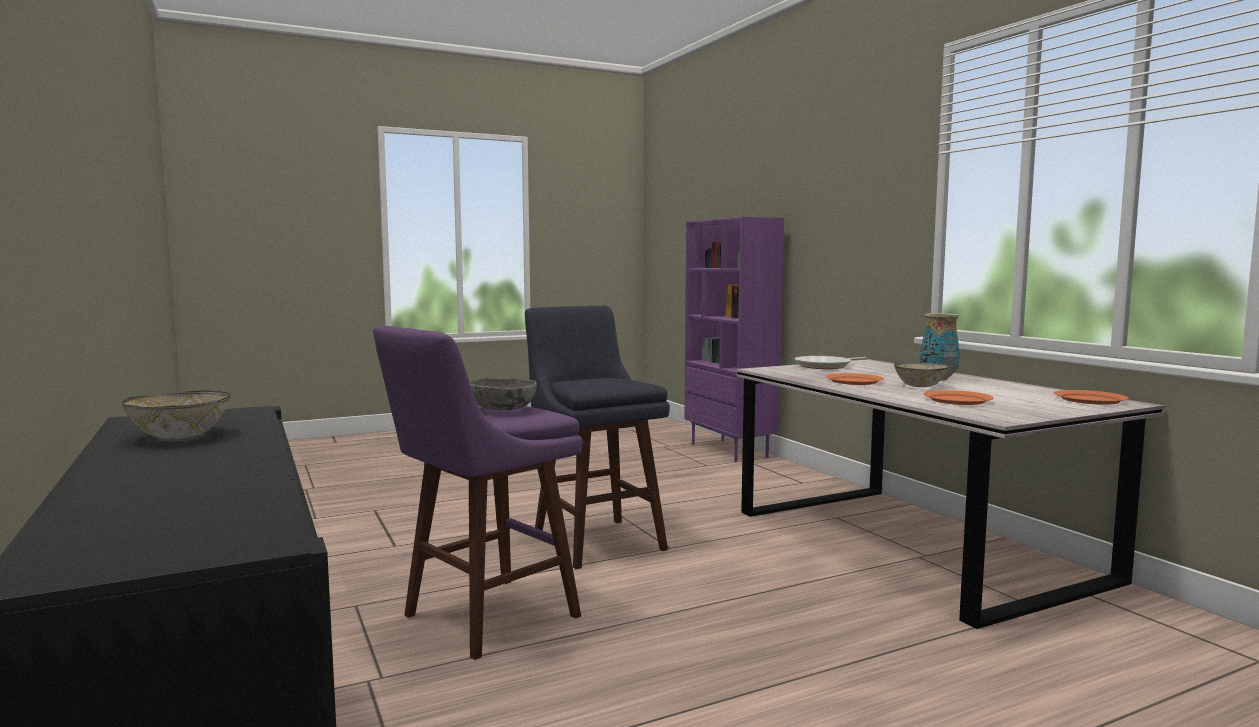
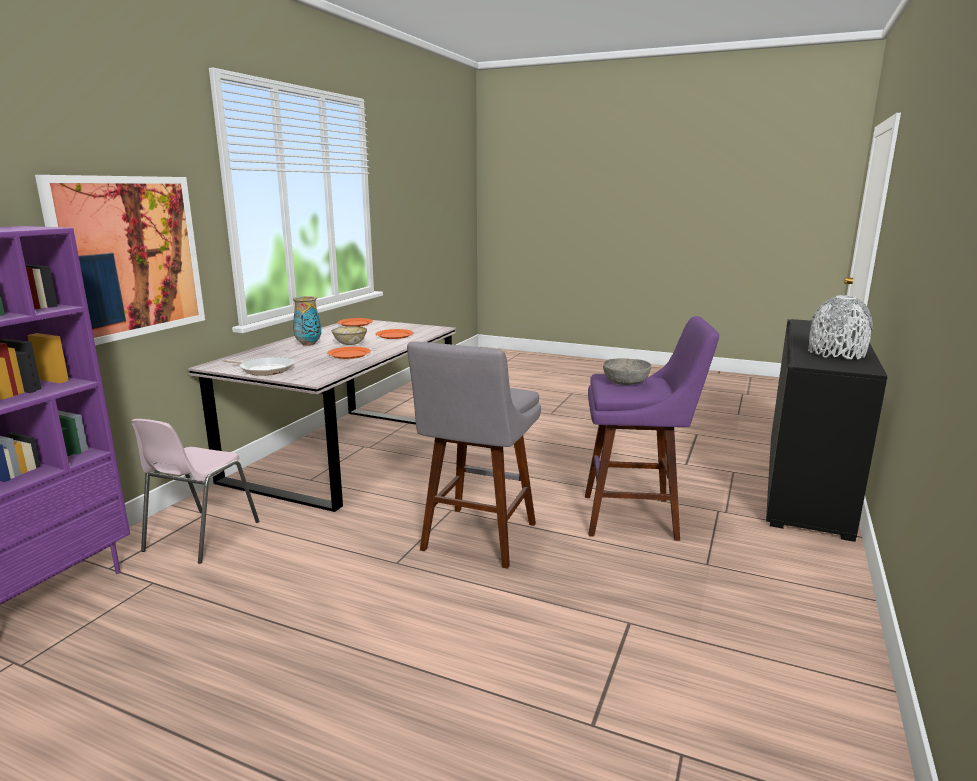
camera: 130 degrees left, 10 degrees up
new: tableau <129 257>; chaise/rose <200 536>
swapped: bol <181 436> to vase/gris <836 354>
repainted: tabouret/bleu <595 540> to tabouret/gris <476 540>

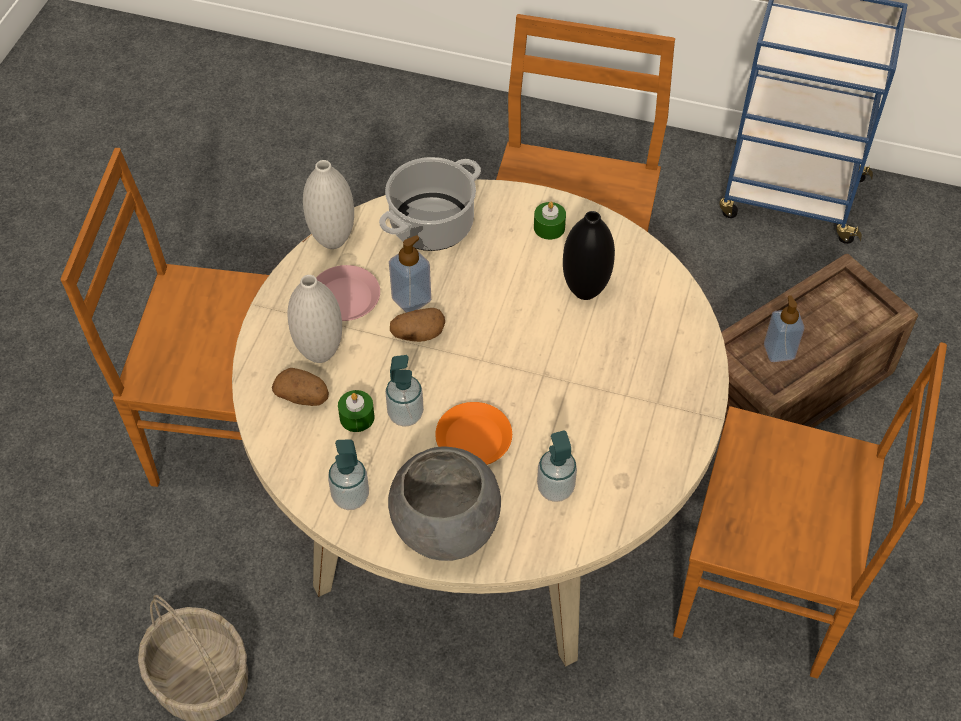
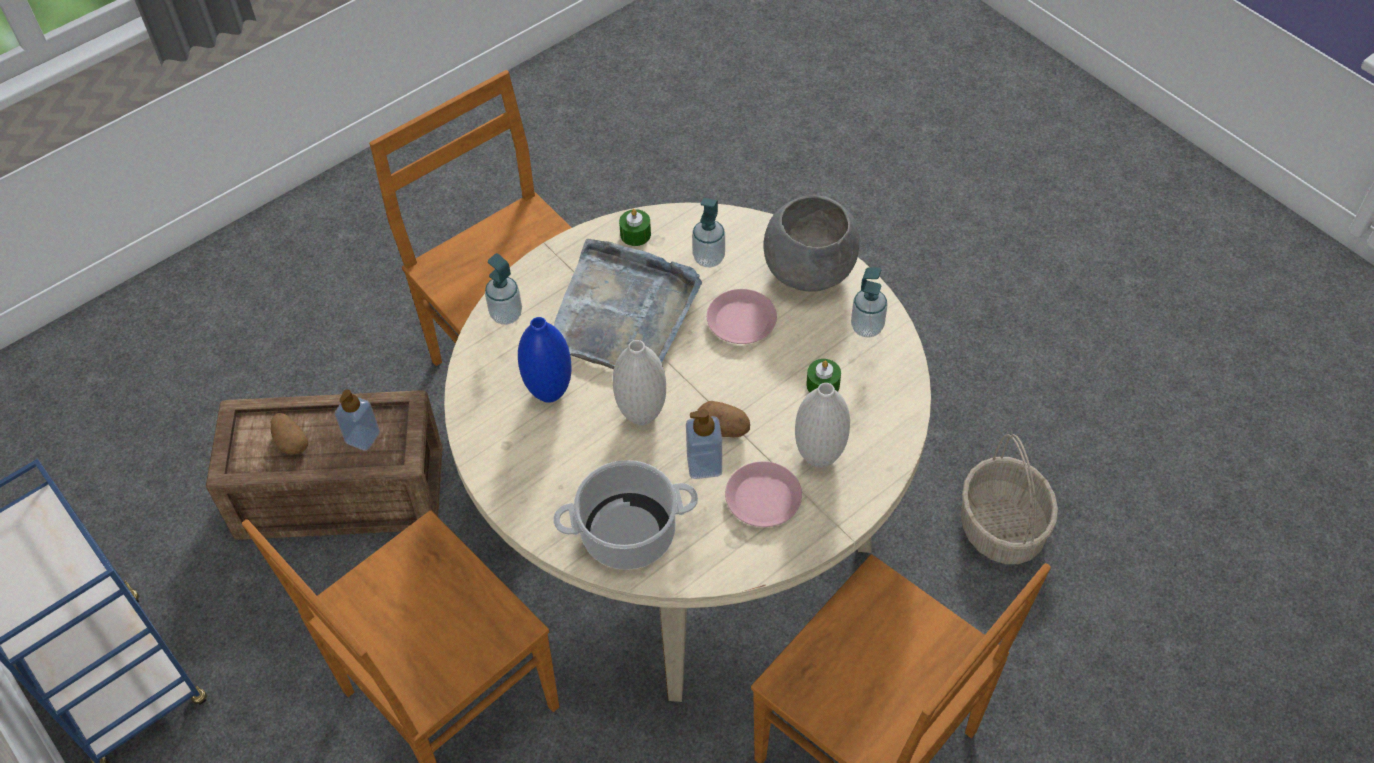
camera: 145 degrees left, 0 degrees up
new: plateau/gris <623 313>
shifted: pomme de terre <303 397> to <290 441>; distributeur de savon <405 414> to <506 314>; vase/blanc <333 240> to <642 415>; bougie/vert <549 227> to <635 234>
repainted: vase/noir <585 290> to vase/bleu <549 392>; assiette/orange <473 439> to assiette/rose <741 322>

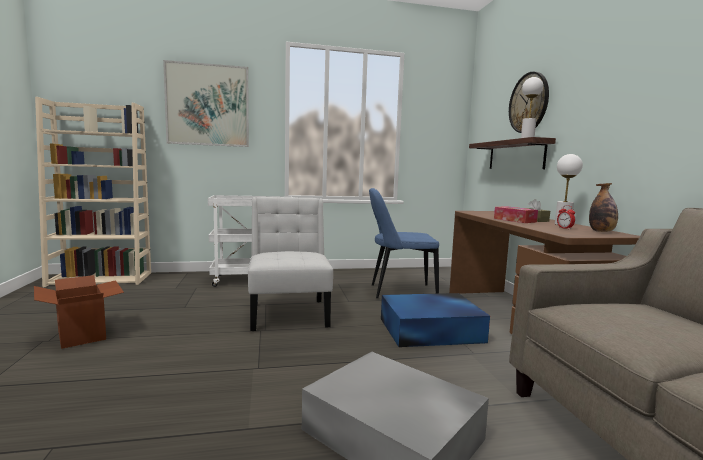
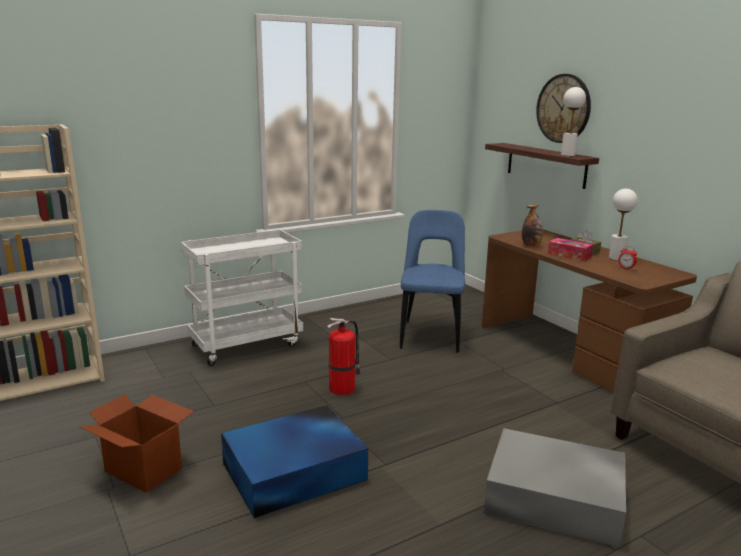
camera: 20 degrees left, 10 degrees up
gone: tableau <208 105>
shifted: boîte de rangement/bleu <432 330> to <296 471>; bouteille <601 231> to <531 245>
swapped: chaise/blanc <289 312> to extincteur <343 388>
rotated: chaise/bleu <399 292> = <431 335> 120 degrees clockwise

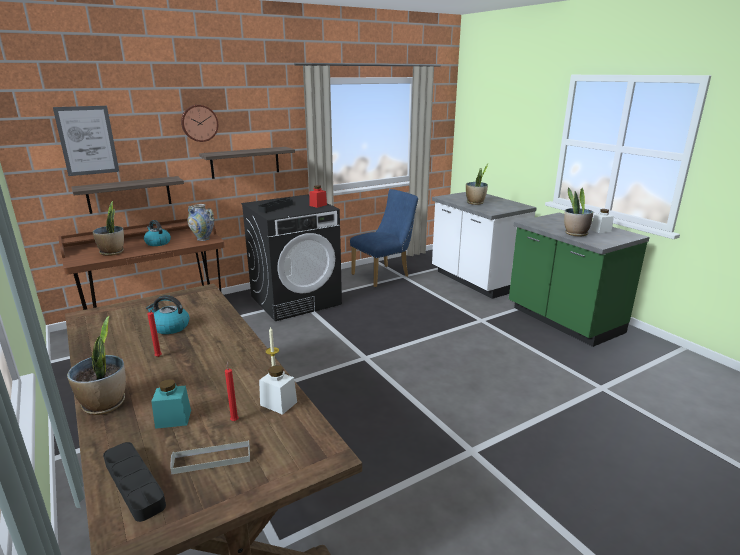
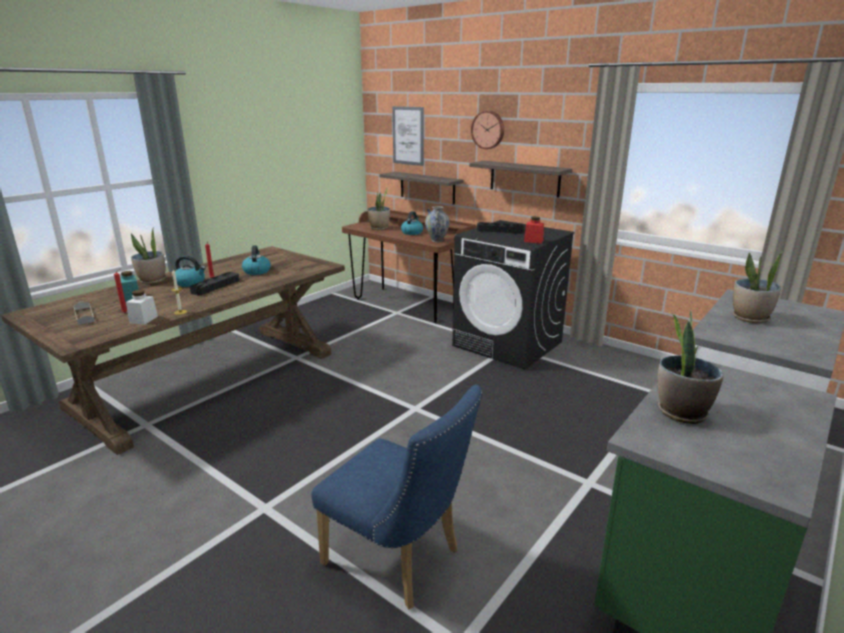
camera: 70 degrees right, 0 degrees up
gone: bocal/blanc <600 230>
new: bouilloire <190 283>
shifted: plateau/noir <134 484> to <215 286>; chaise/bleu <384 275> to <400 561>

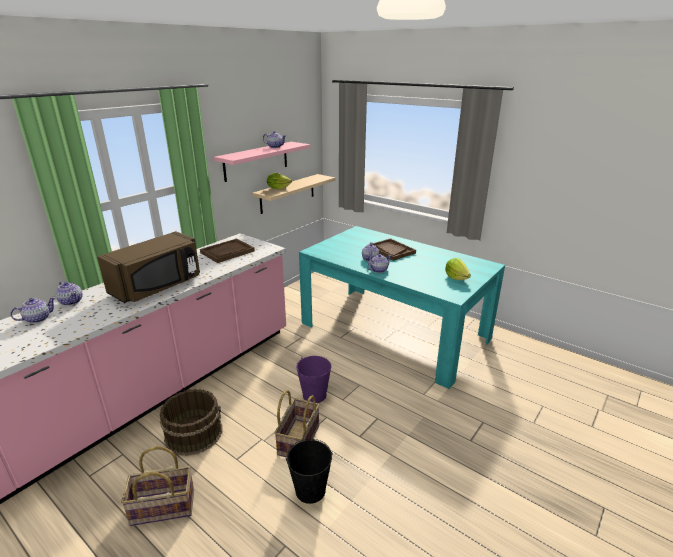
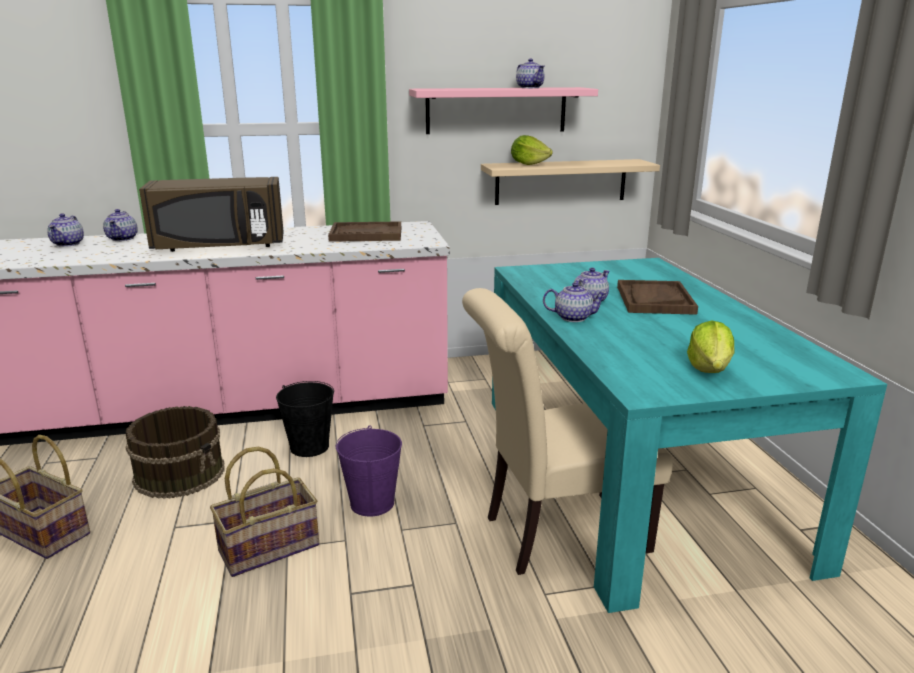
camera: 40 degrees right, 5 degrees down
new: chaise/beige <556 534>
shifted: seau/noir <310 490> to <309 447>
rotated: théière <37 319> = <68 244> 90 degrees clockwise

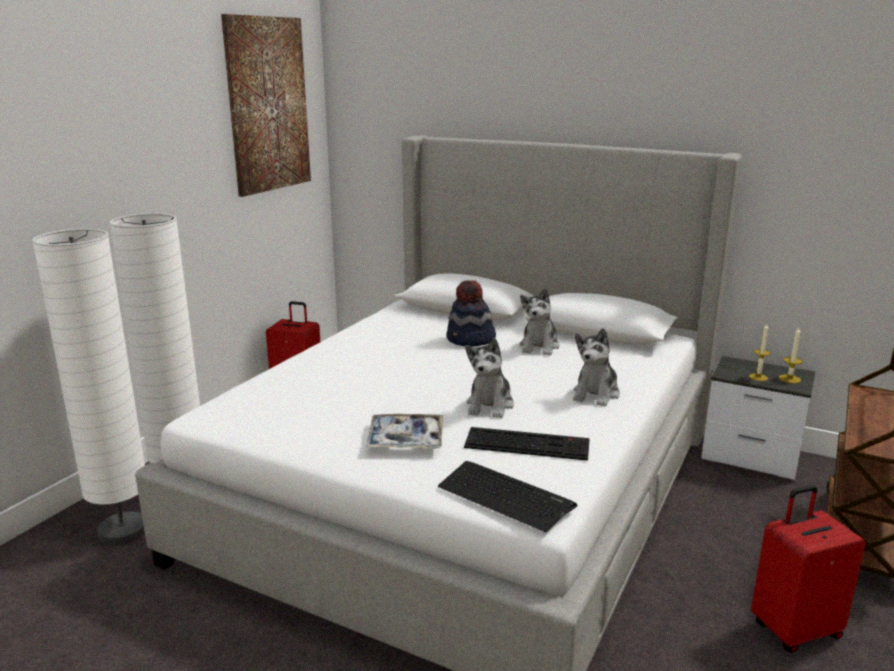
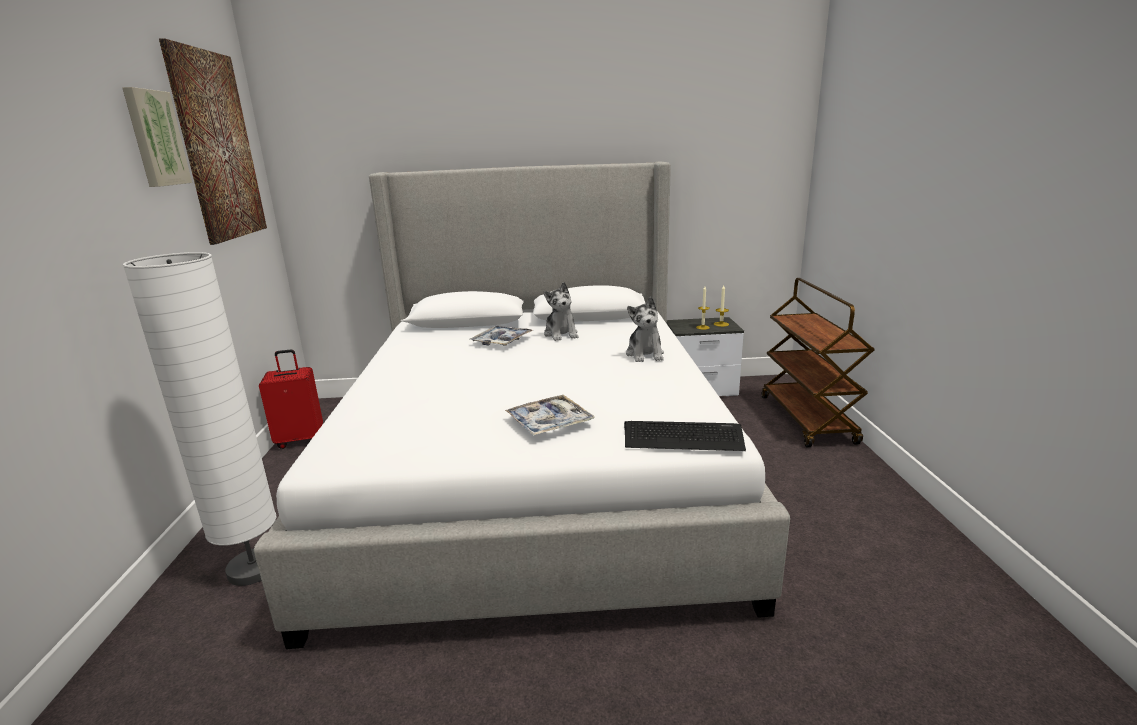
camera: 30 degrees left, 0 degrees up
gone: lampadaire/blanc <123 531>; clavier <528 444>; peluche <490 405>; valise/rouge <794 629>
new: tableau <155 138>
swapped: chapeau <470 340> to plateau <501 341>

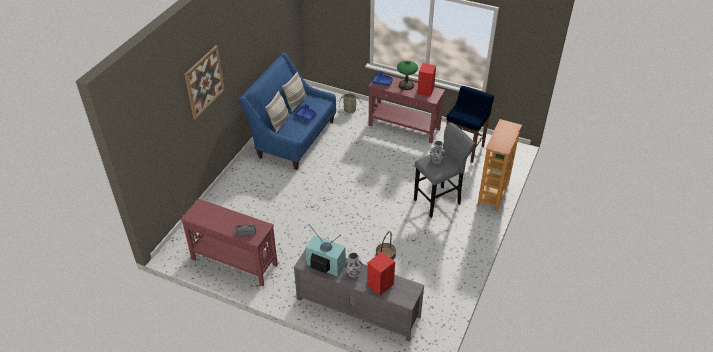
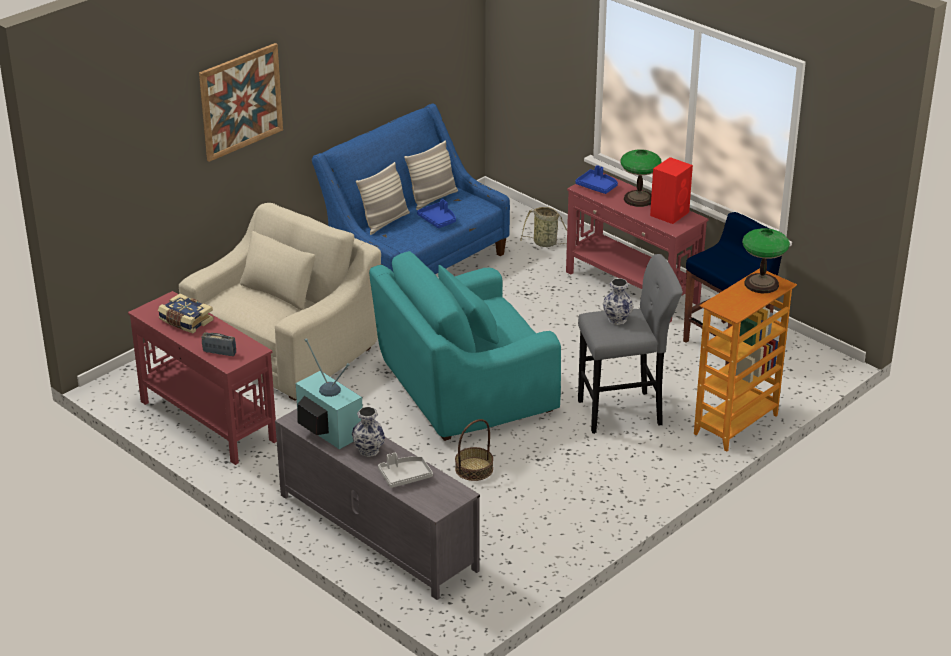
camera: 20 degrees right, 10 degrees down
new: livre <185 321>; fauteuil/beige <285 348>; fauteuil/turquoise <463 389>; lampe de table <761 284>
swapped: enceinte/rouge <381 284> to plateau/gris <405 476>

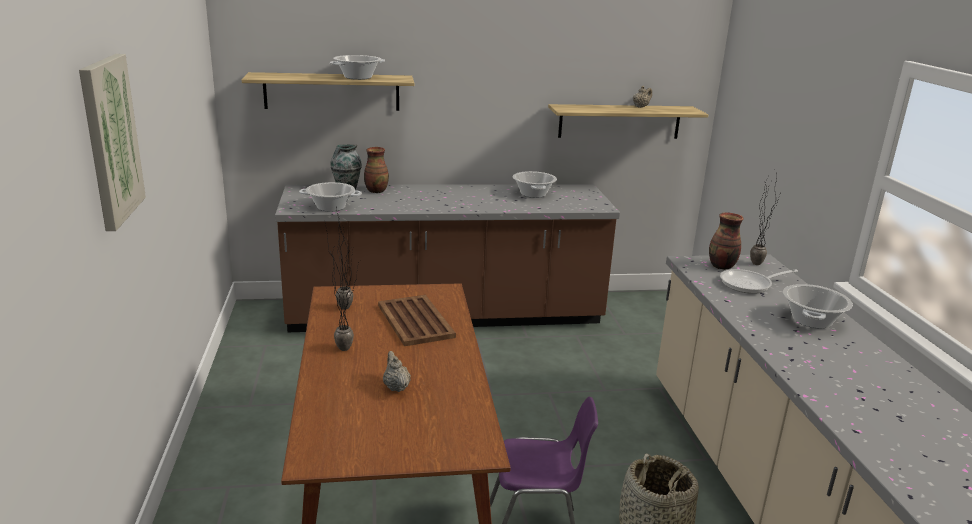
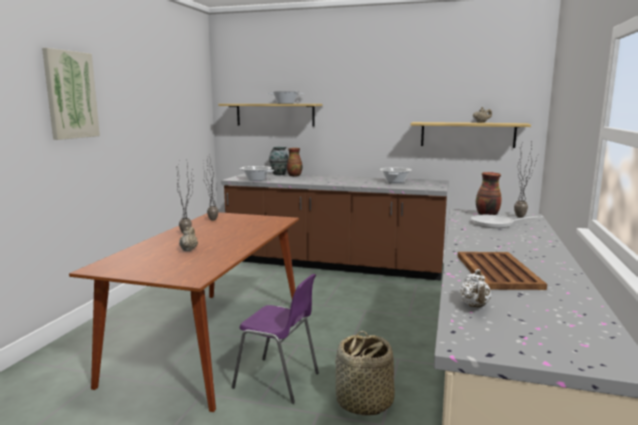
camera: 25 degrees right, 10 degrees down
gone: marmite <812 320>
new: théière/blanc <474 306>
shifted: plateau/marron <415 321> to <497 271>

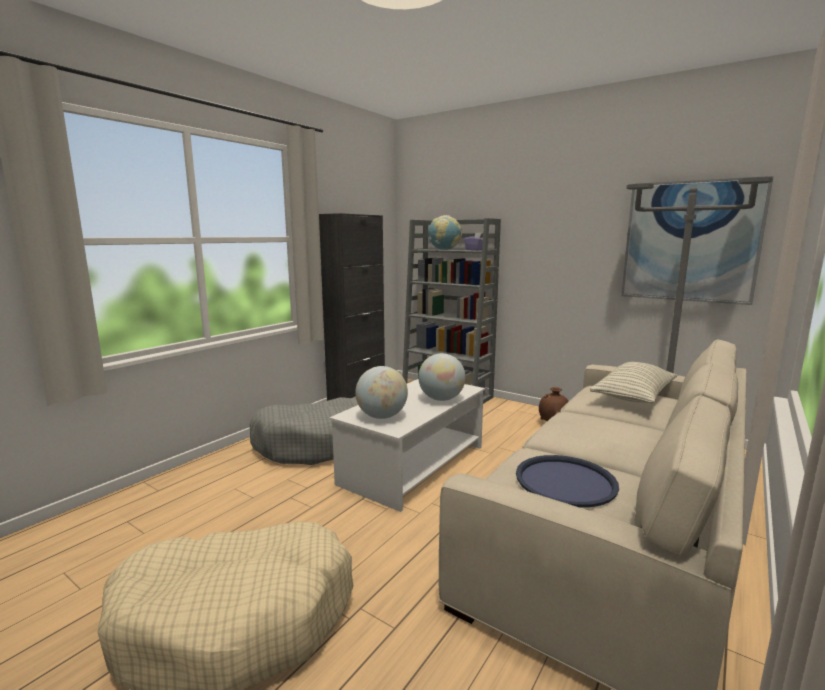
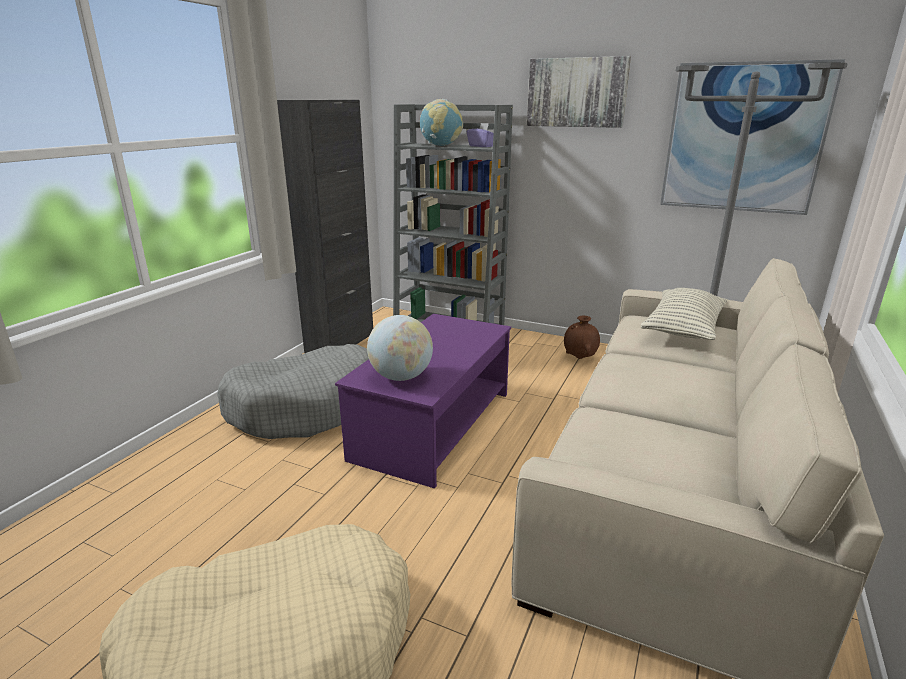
camera: 10 degrees left, 10 degrees up
gone: globe <441 399>; plateau/bleu <565 481>
new: tableau <576 92>
repainted: table basse/blanc <413 465> to table basse/violet <433 425>

